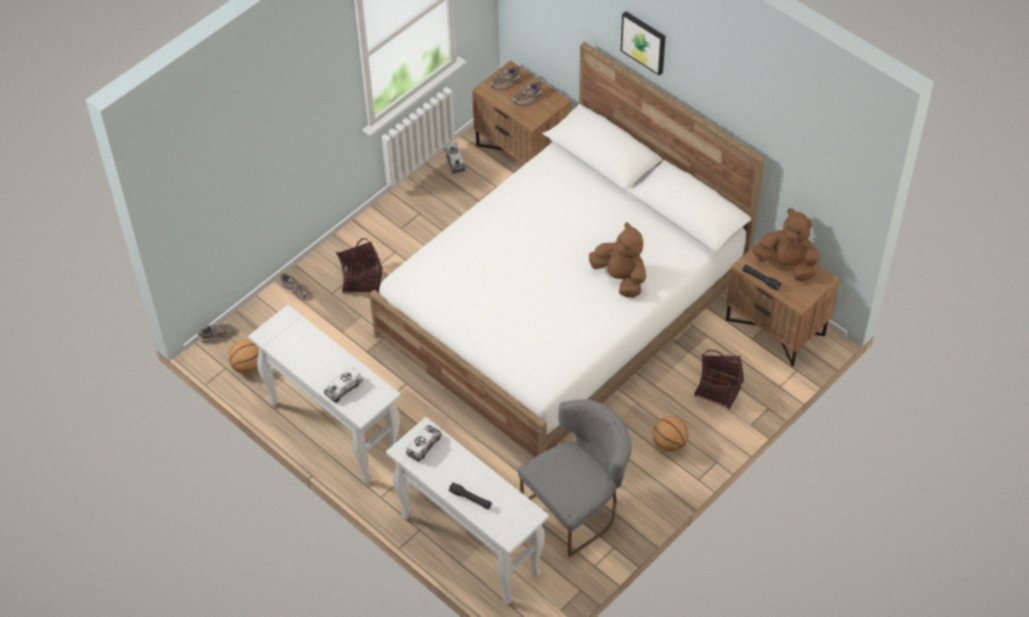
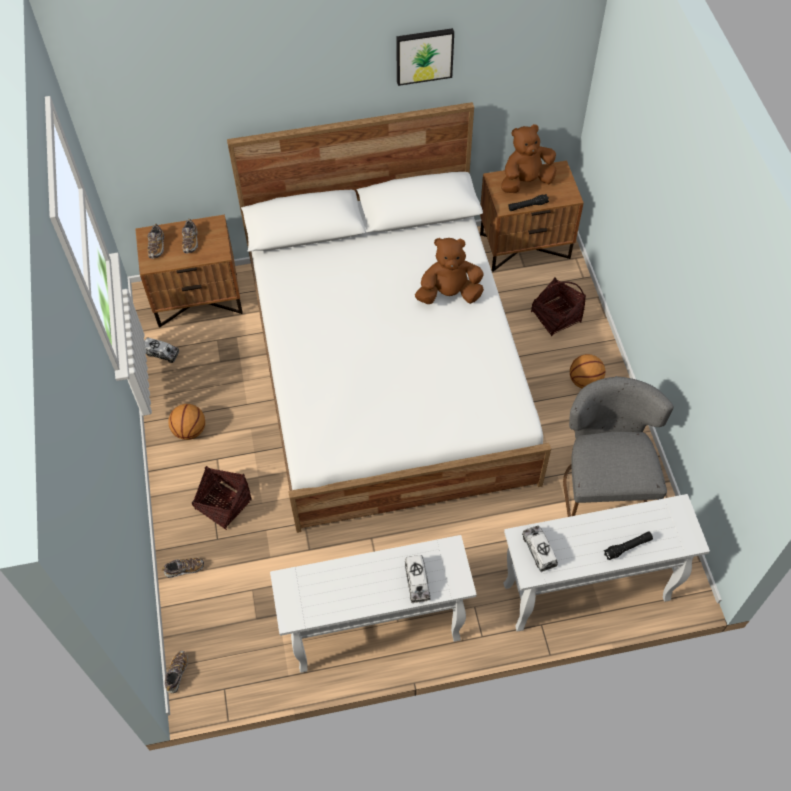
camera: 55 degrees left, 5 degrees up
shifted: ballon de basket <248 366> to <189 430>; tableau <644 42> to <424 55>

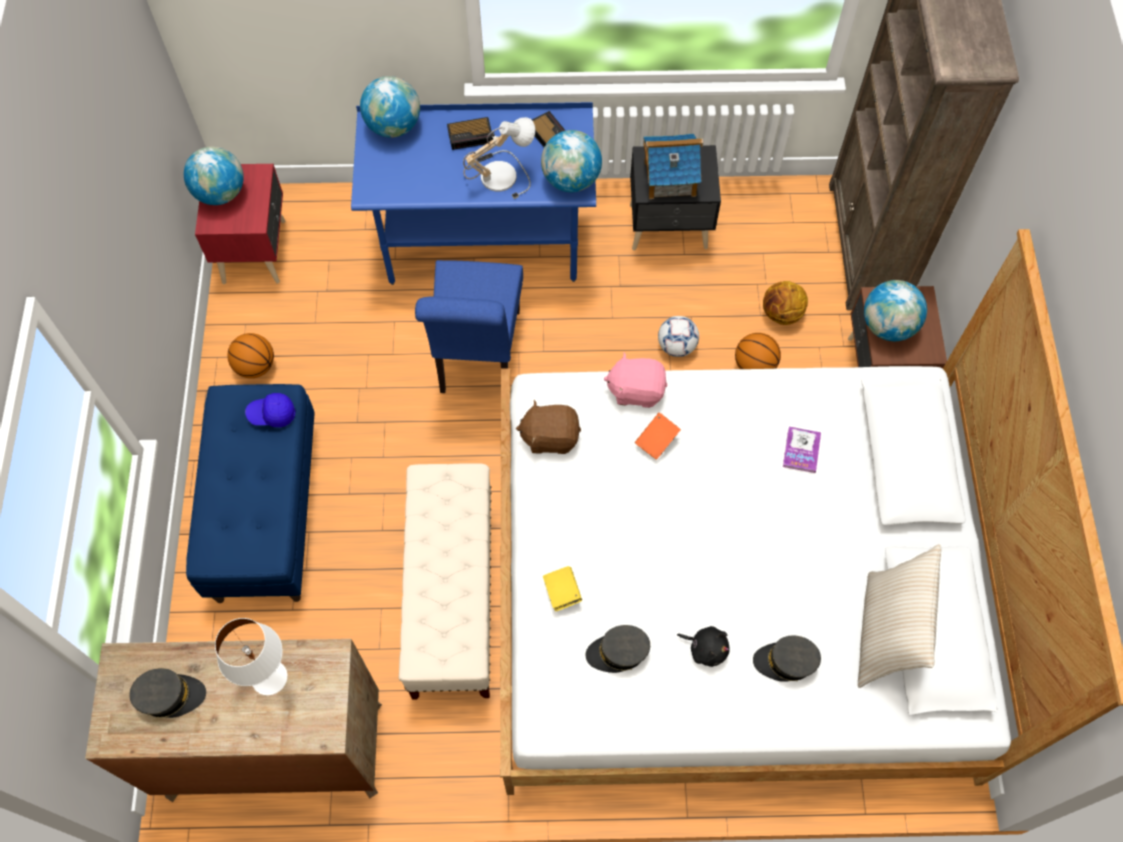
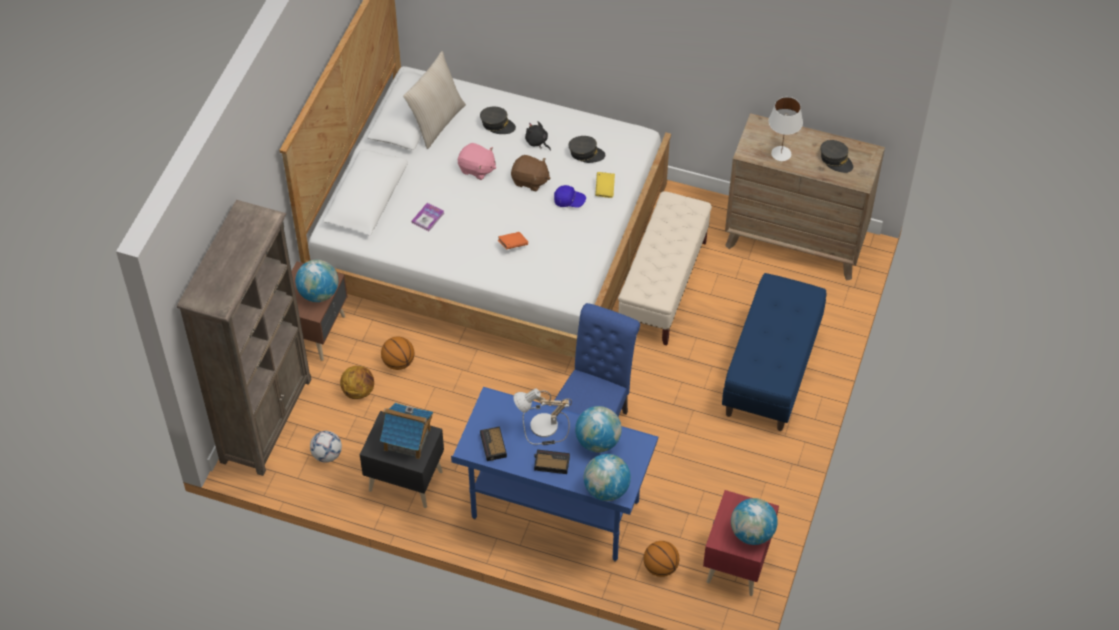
camera: 160 degrees left, 10 degrees down
shifted: ballon de foot <676 346> to <327 455>; peluche/rose <636 390> to <477 169>; peluche/marron <550 436> to <530 181>; casquette/bleu <272 414> to <569 201>; globe <571 180> to <598 441>; ballon de basket <255 366> to <660 567>
rotated: casquette/gris <170 696> = <836 160> 150 degrees counterclockwise

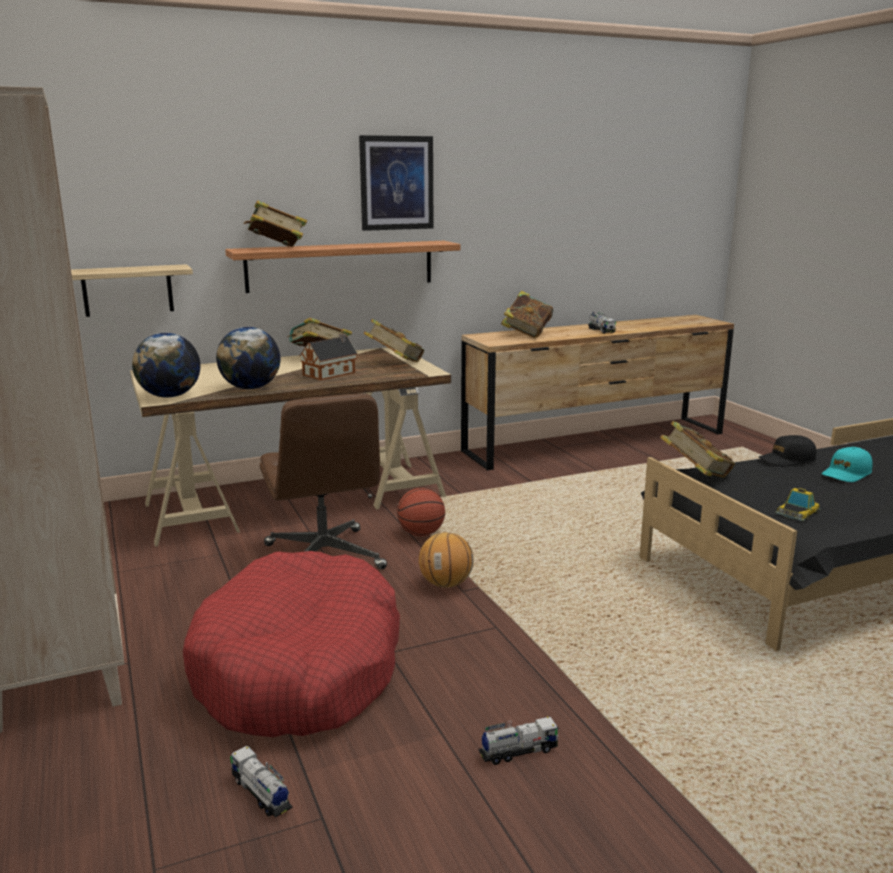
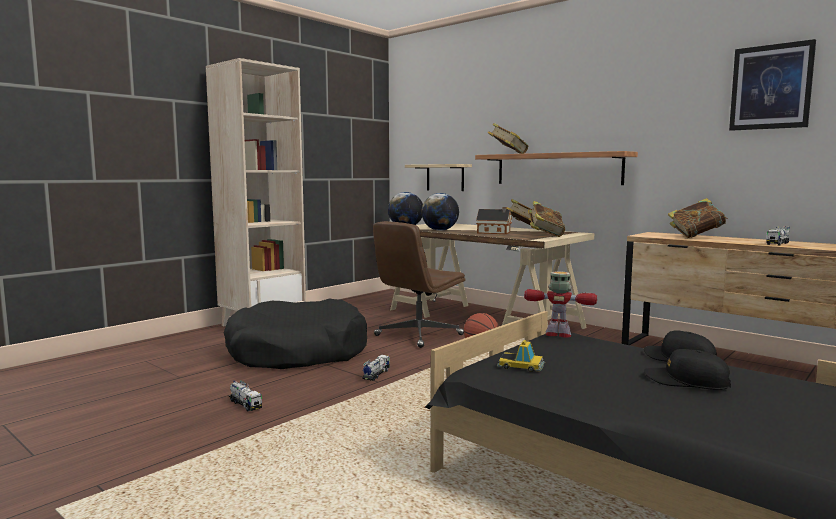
camera: 65 degrees right, 10 degrees down
gone: ballon de basket <446 584>
shifted: camion jouet <261 793> to <376 375>; tableau <396 183> to <771 87>
swapped: livre <695 475> to robot jouet <559 335>
repainted: panier pour chien/rouge <299 668> to panier pour chien/noir <297 352>; casquette/turquoise <846 474> to casquette/noir <686 381>

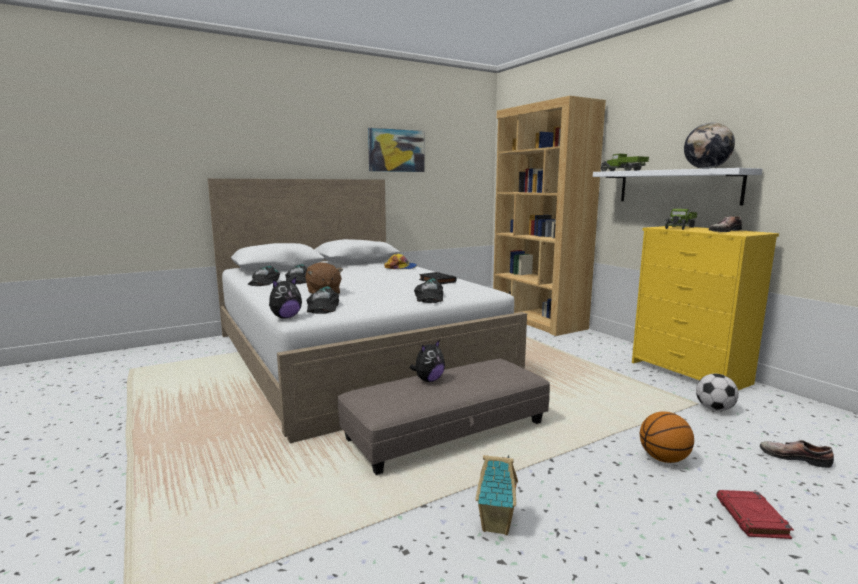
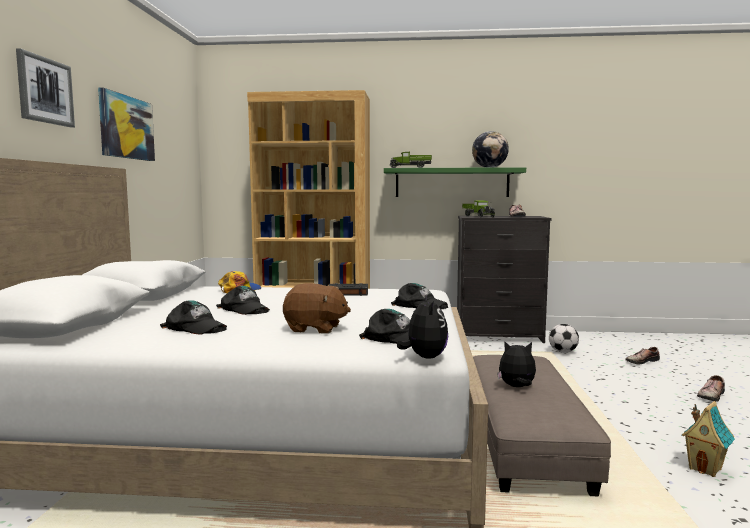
camera: 55 degrees left, 5 degrees down
gone: ballon de basket <664 459>
new: tableau <45 90>
shifted: casquette/noir <263 282> to <244 309>
swapped: livre/rouge <752 518> to chaussure <710 395>
repainted: étagère/blanc <677 186> to étagère/vert <452 183>; commode/jaune <690 373> to commode/noir <499 336>
rotated: peluche <428 380> = <517 387> 75 degrees counterclockwise

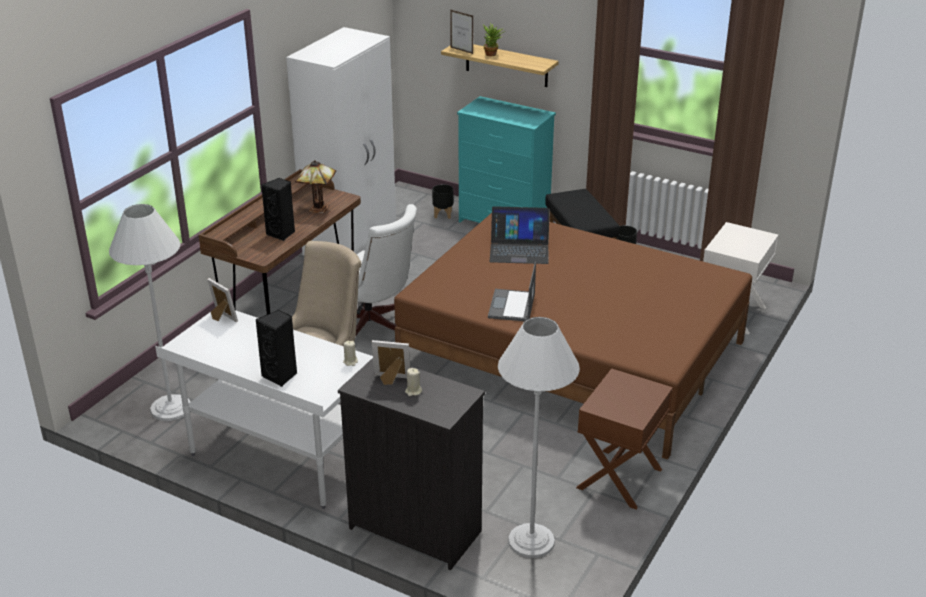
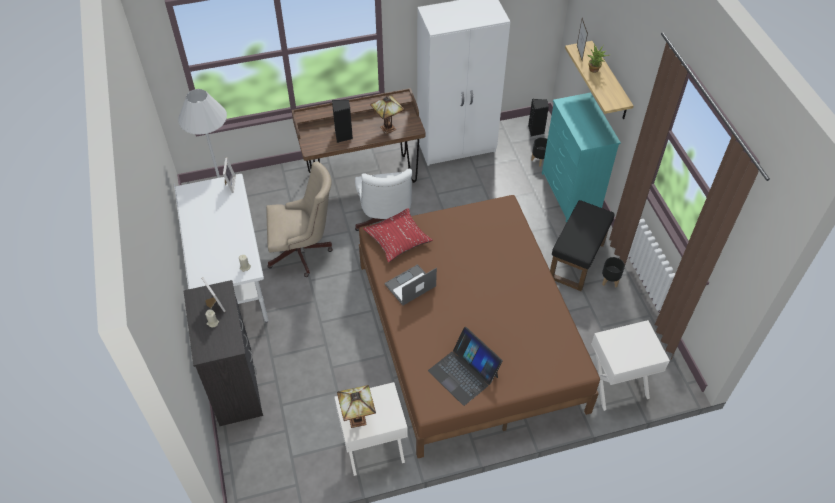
camera: 45 degrees right, 20 degrees up
gone: lampadaire/blanc <531 541>
new: lampe de table <358 418>; coussin/rouge <398 239>
shifted: ordinateur portable <519 249> to <463 373>; enceinte/noir <281 376> to <536 131>
repainted: table de chevet/marron <620 479> to table de chevet/blanc <373 447>

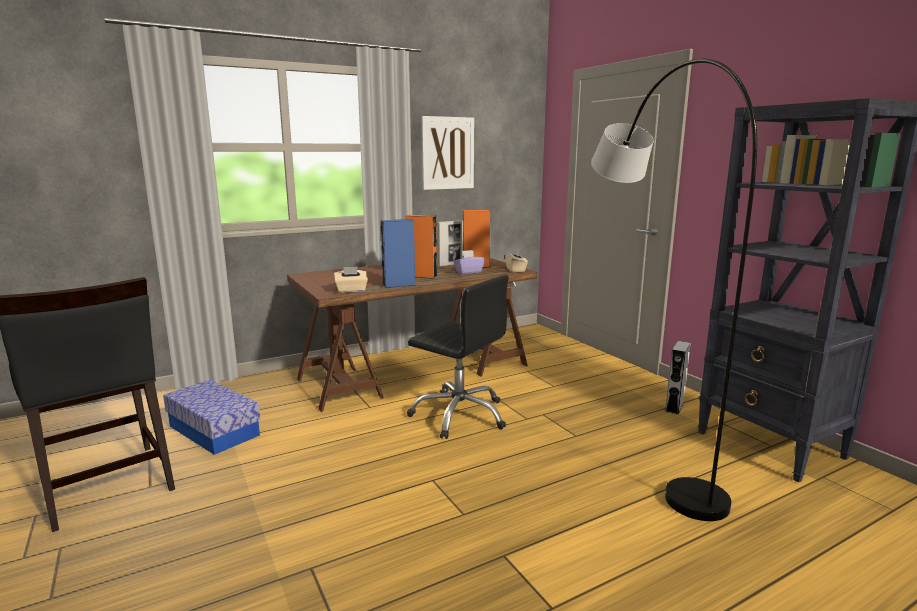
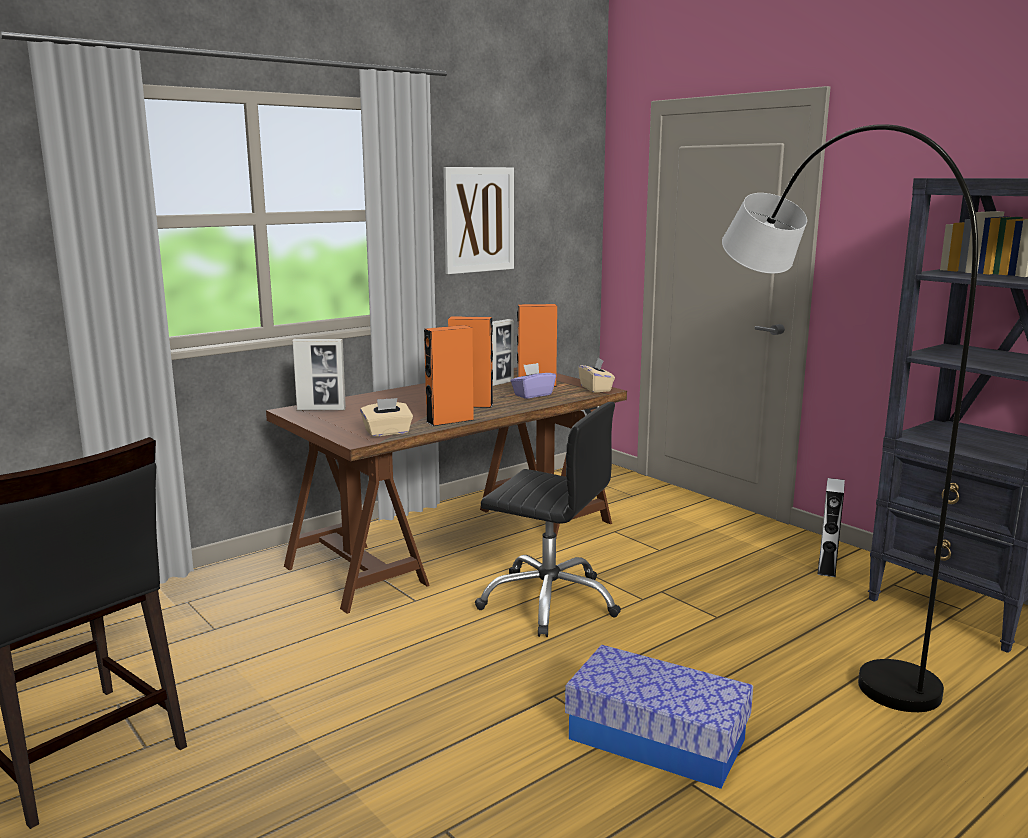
camera: 10 degrees left, 0 degrees up
new: cadre photo <321 409>
shifted: boîte de rangement <214 431> to <657 739>
repainted: enceinte/bleu <399 285> to enceinte/orange <450 421>

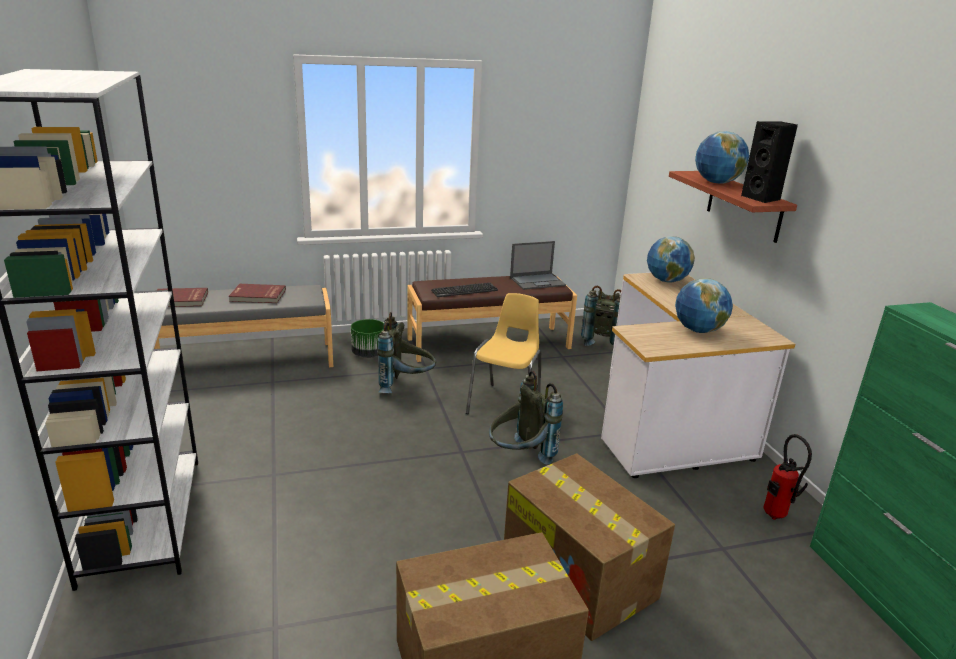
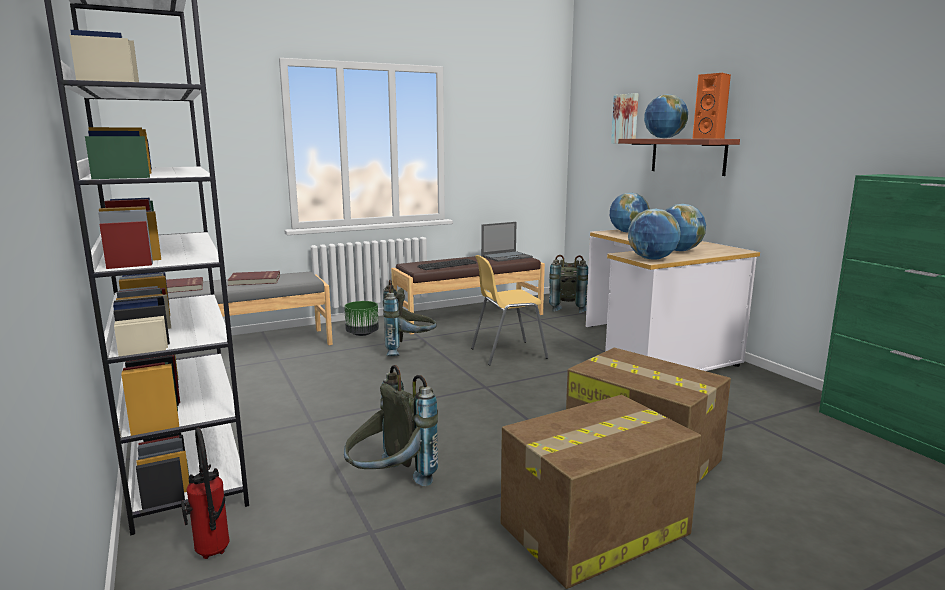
camera: 10 degrees left, 10 degrees down
new: tableau <626 119>; globe <652 259>
shifted: extincteur <775 517> to <211 555>; sac à dos/gris <519 459> to <389 484>
repainted: enceinte/noir <762 198> to enceinte/orange <710 138>
rotated: chaise/jaune <505 404> = <507 353> 120 degrees counterclockwise

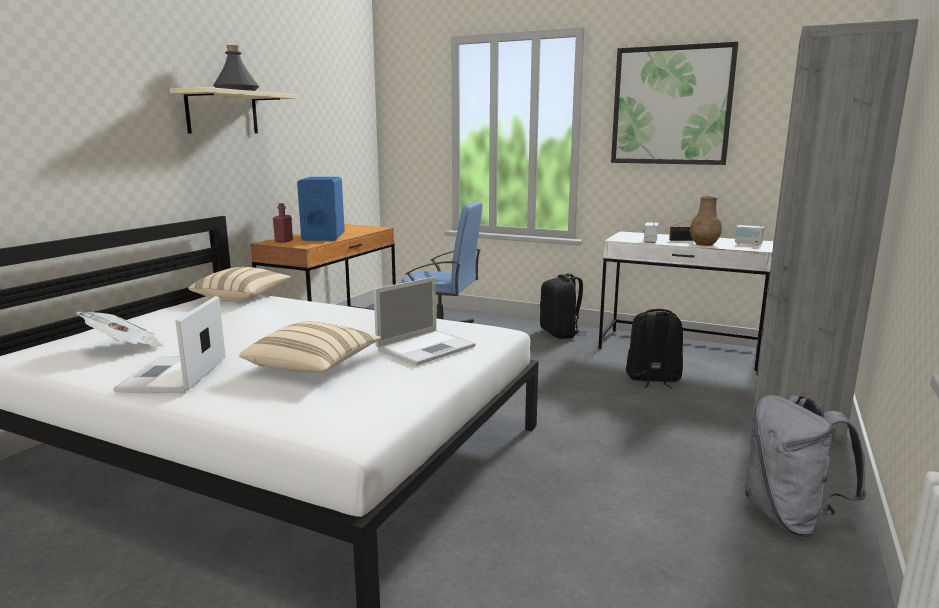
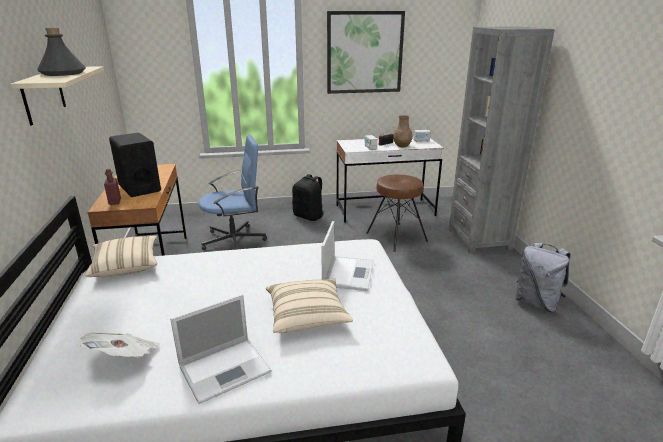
camera: 35 degrees left, 10 degrees up
swapped: sac à dos/noir <652 379> to tabouret/marron <396 237>
repainted: enceinte/bleu <323 237> to enceinte/noir <139 188>
rotated: ordinateur portable <173 376> = <226 368> 90 degrees counterclockwise

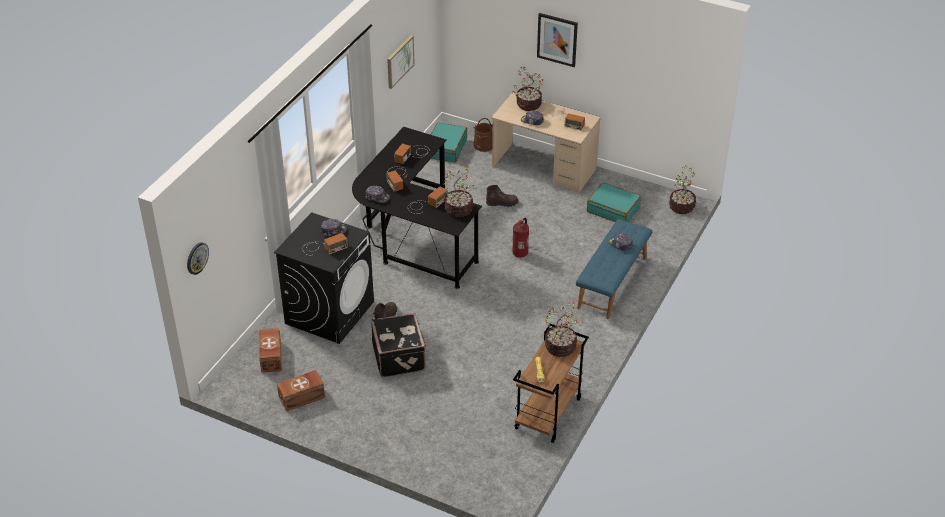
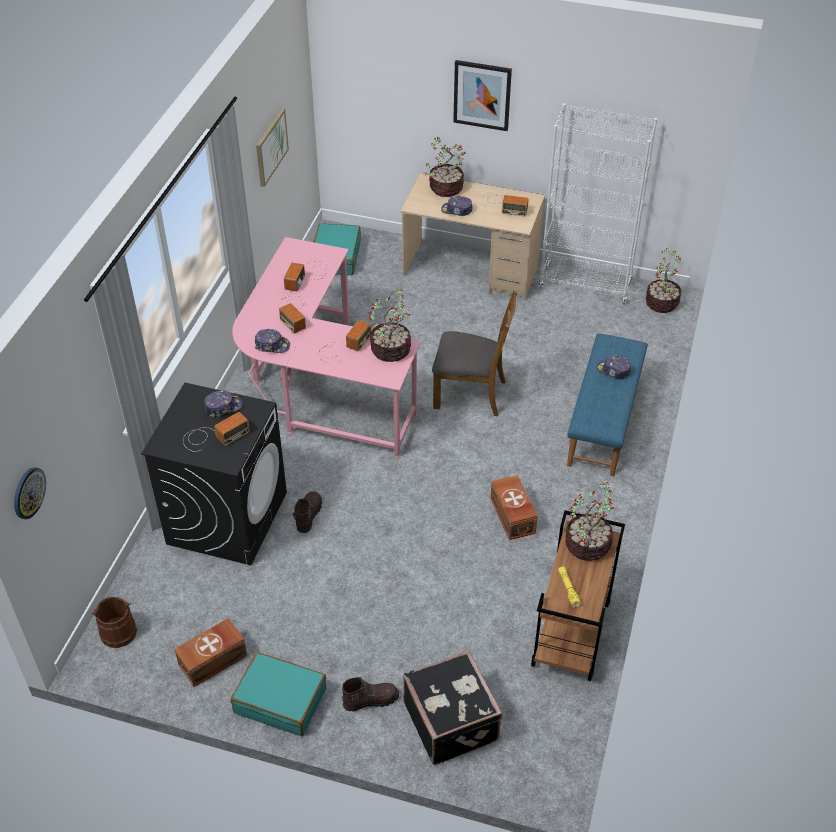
camera: 10 degrees left, 5 degrees up
new: bibliothèque/blanc <585 285>
shifted: seau/marron <483 145> to <118 632>; valise/turquoise <613 209> to <280 700>; botte/marron <502 203> to <370 700>; valise/noir <400 357> to <452 721>; boîte de rangement/marron <270 357> to <512 516>
swapped: extincteur <521 253> to chaise/marron <471 393>
repainted: bureau/noir <412 237> to bureau/rose <319 389>

